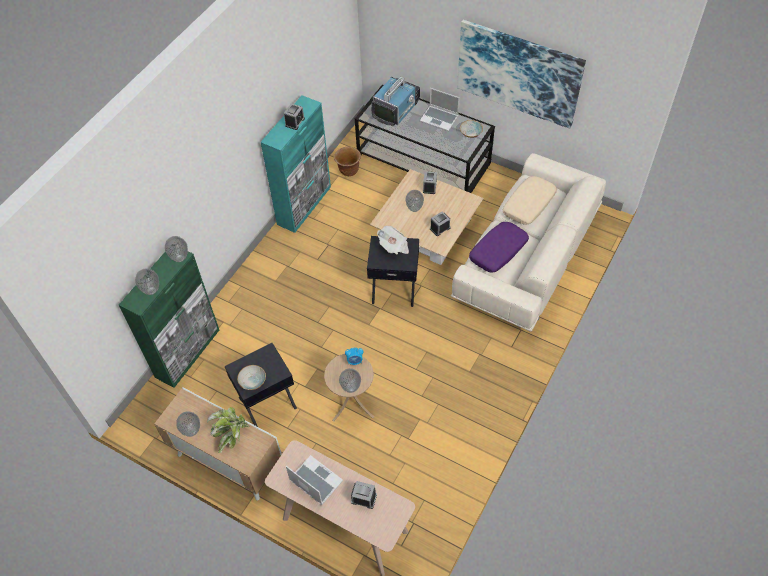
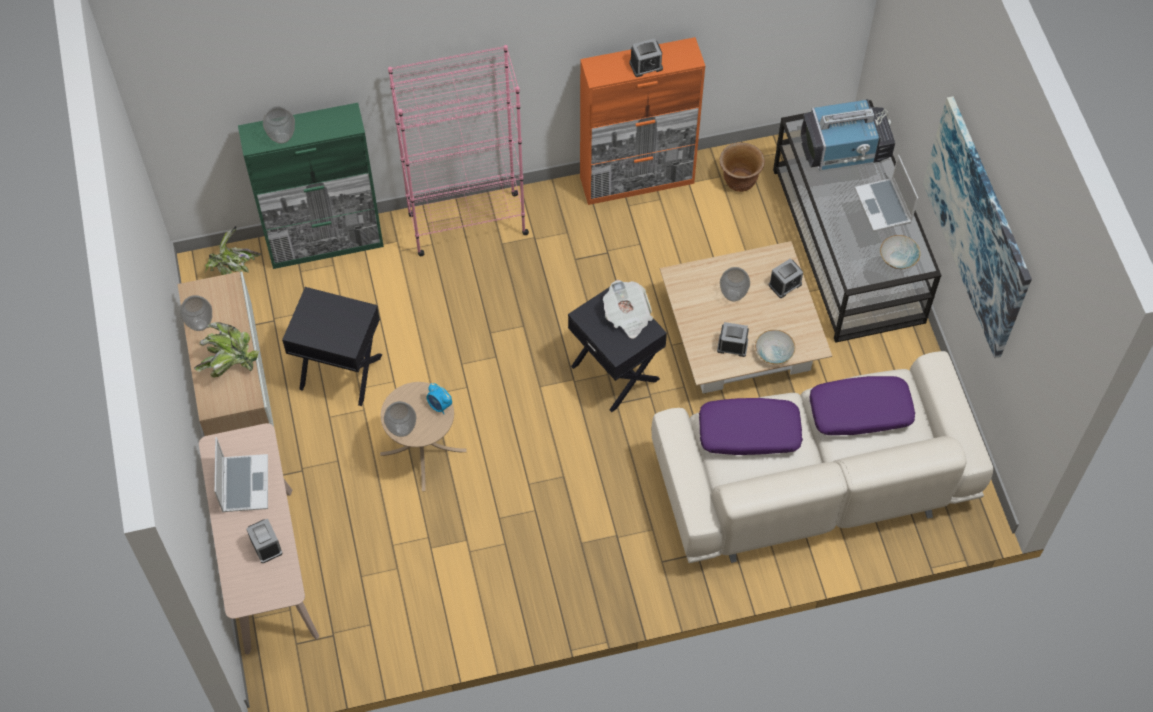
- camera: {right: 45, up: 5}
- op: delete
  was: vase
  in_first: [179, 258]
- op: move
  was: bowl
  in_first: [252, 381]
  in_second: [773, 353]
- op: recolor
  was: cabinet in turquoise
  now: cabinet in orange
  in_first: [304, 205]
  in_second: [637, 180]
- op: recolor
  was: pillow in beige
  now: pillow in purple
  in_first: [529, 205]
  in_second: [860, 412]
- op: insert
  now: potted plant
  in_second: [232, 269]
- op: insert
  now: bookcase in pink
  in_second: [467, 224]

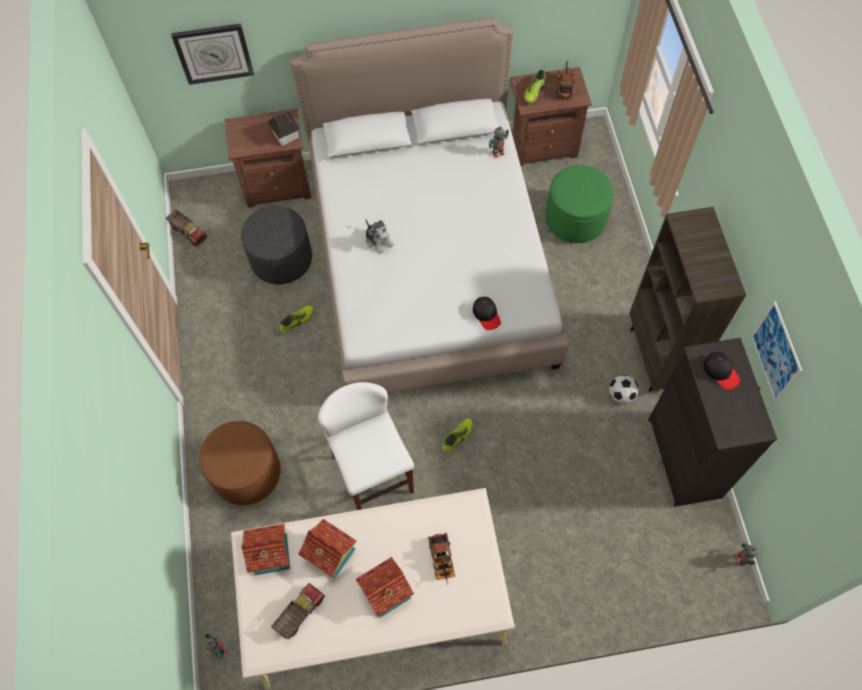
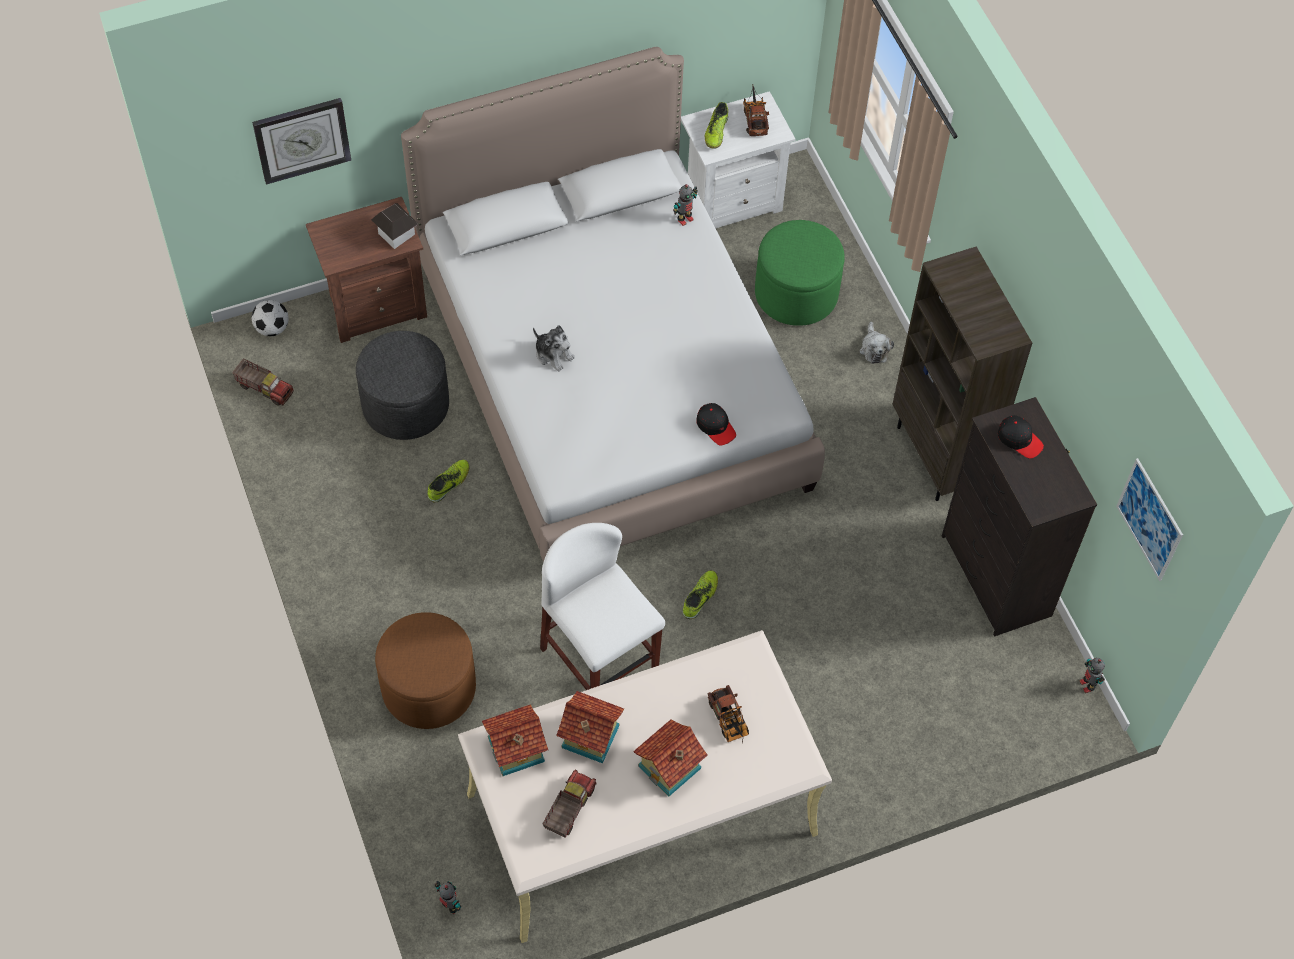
- camera: {right: -15, up: -5}
- op: recolor
  was: nightstand in brown
  now: nightstand in white
  in_first: [543, 145]
  in_second: [732, 200]
- op: move
  was: football
  in_first: [621, 394]
  in_second: [272, 328]
- op: move
  was: picture
  in_first: [776, 352]
  in_second: [1149, 519]
- op: insert
  now: plush toy
  in_second: [874, 348]

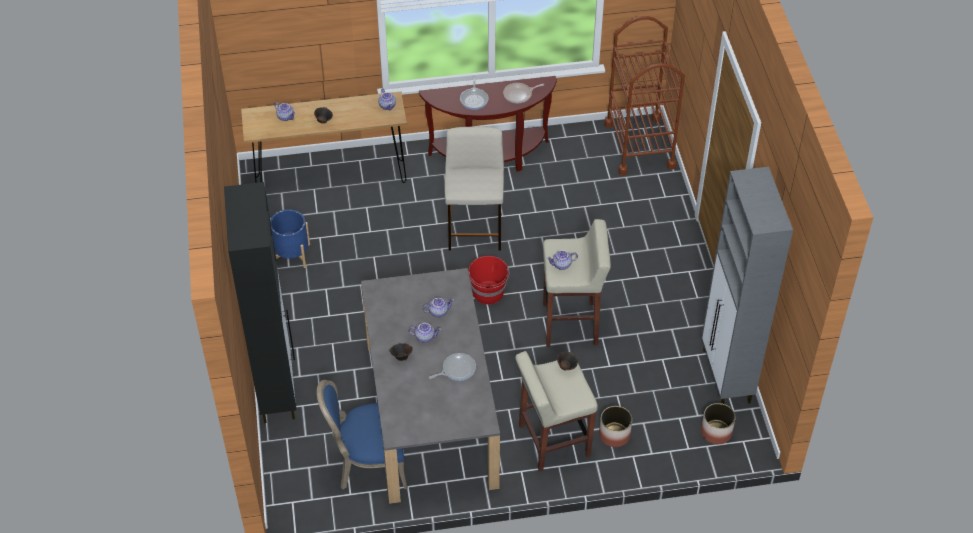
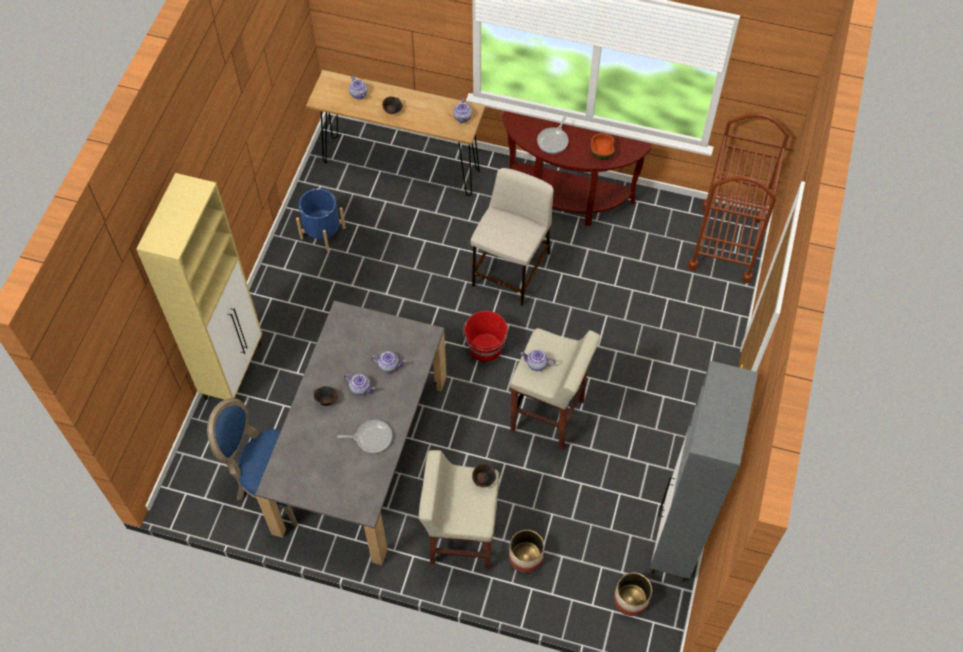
- camera: {right: 25, up: 10}
- op: recolor
  was: cabinet in black
  now: cabinet in beige
  in_first: [277, 390]
  in_second: [234, 370]
- op: replace
  was: frying pan
  now: bowl
  in_first: [519, 95]
  in_second: [602, 152]

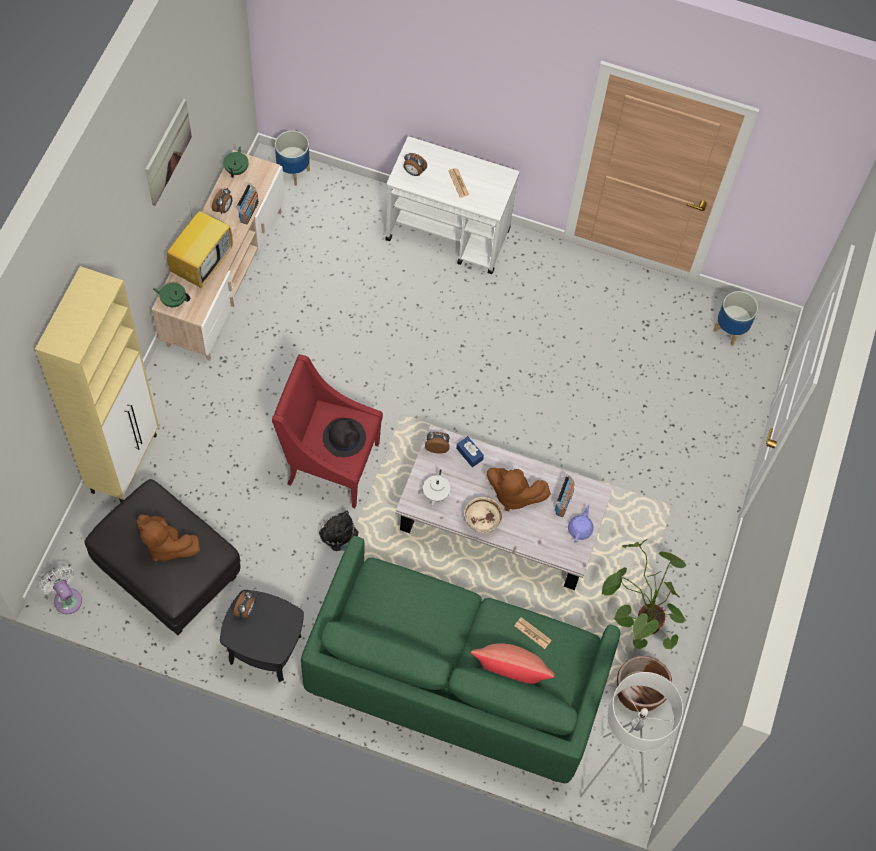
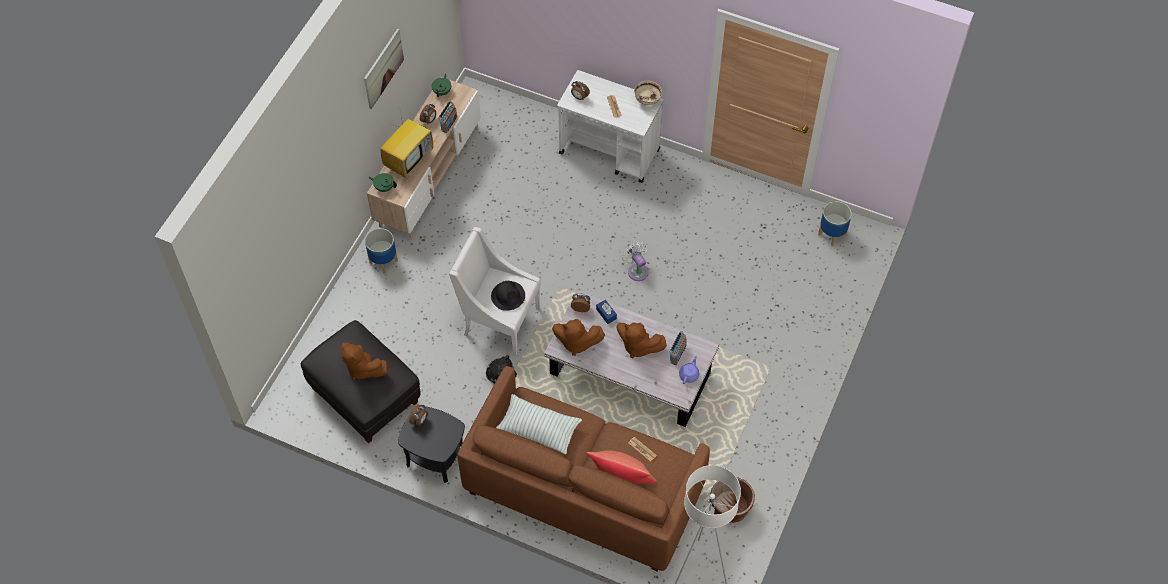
- camera: {right: 10, up: -5}
- op: delete
  was: cabinet in beige
  in_first: [125, 463]
- op: move
  was: fan in white
  in_first: [66, 598]
  in_second: [637, 270]
- op: recolor
  was: armchair in red
  now: armchair in white
  in_first: [329, 464]
  in_second: [499, 321]
- op: move
  was: planter
  in_first: [292, 172]
  in_second: [383, 261]
- op: recolor
  was: sofa in green
  now: sofa in brown
  in_first: [455, 679]
  in_second: [583, 489]
- op: replace
  was: teapot in white
  now: plush toy in brown
  in_first: [435, 494]
  in_second: [576, 342]
- op: move
  was: bowl in beige
  in_first: [482, 522]
  in_second: [647, 101]
- op: delete
  was: potted plant
  in_first: [638, 616]
- op: insert
  now: pillow
  in_second: [539, 429]

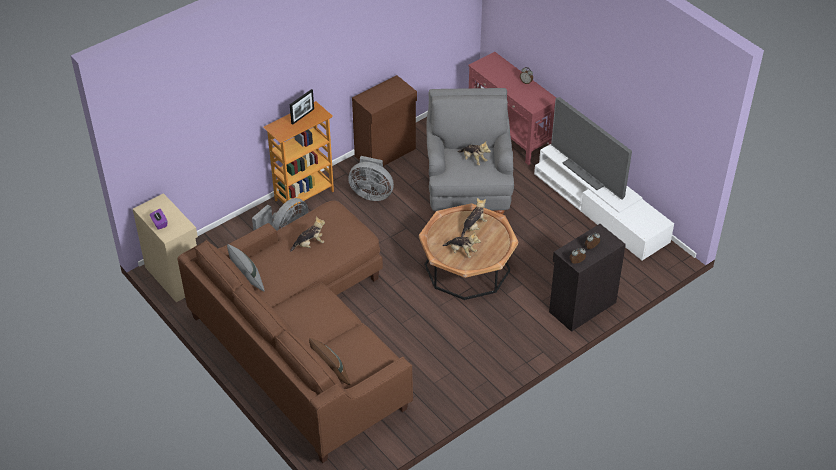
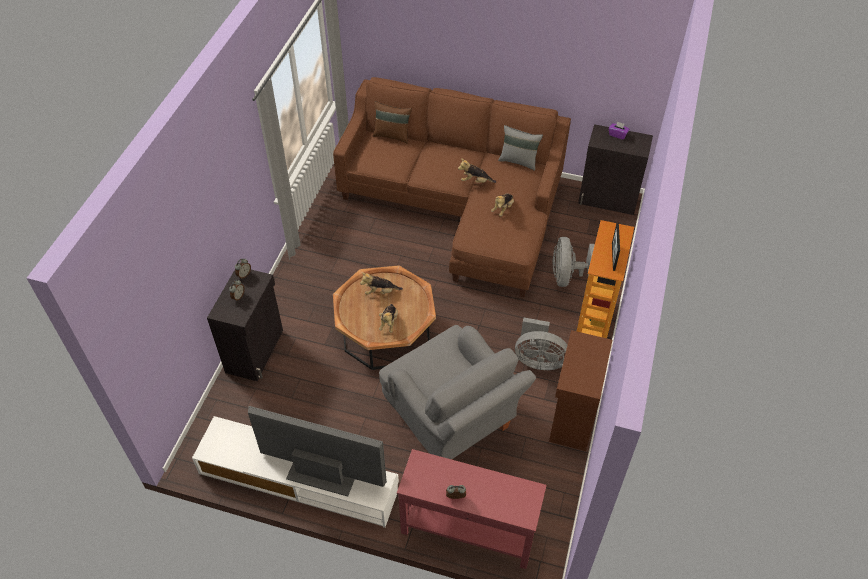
- camera: {right: 145, up: 5}
- op: recolor
  was: cabinet in beige
  now: cabinet in black
  in_first: [175, 276]
  in_second: [608, 199]
- op: rotate
  was: fan in grey
  in_first: [371, 193]
  in_second: [538, 360]
  clockwise: -150
- op: move
  was: plush toy
  in_first: [473, 160]
  in_second: [475, 181]

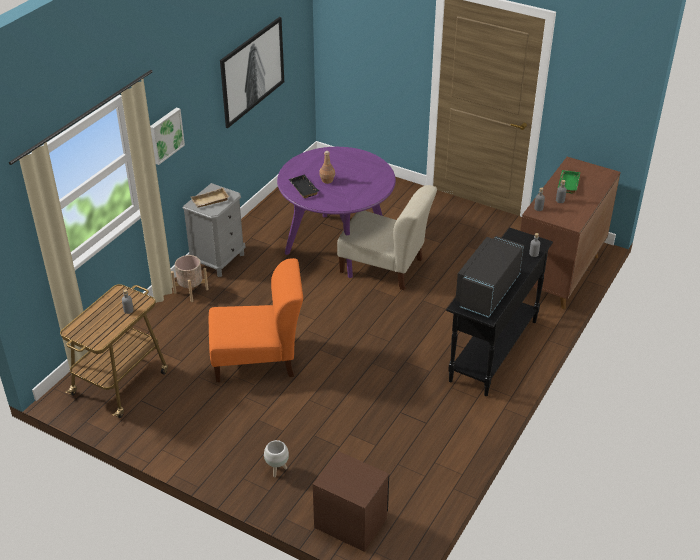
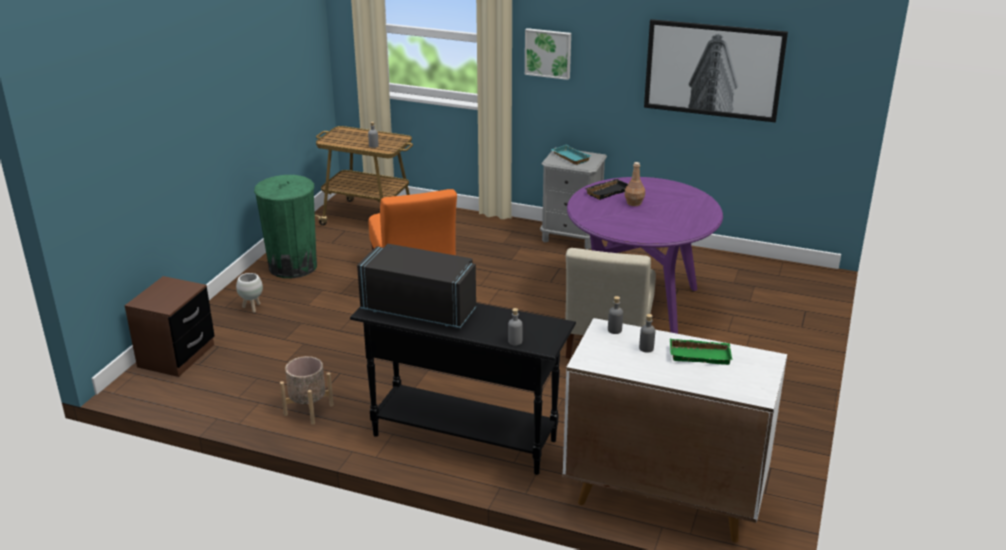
- camera: {right: 80, up: -10}
- op: move
  was: planter in beige
  in_first: [191, 291]
  in_second: [308, 410]
- op: recolor
  was: tray in beige
  now: tray in turquoise
  in_first: [210, 201]
  in_second: [569, 157]
- op: recolor
  was: cabinet in brown
  now: cabinet in white
  in_first: [558, 275]
  in_second: [662, 496]
- op: insert
  now: trash can in green
  in_second: [293, 266]

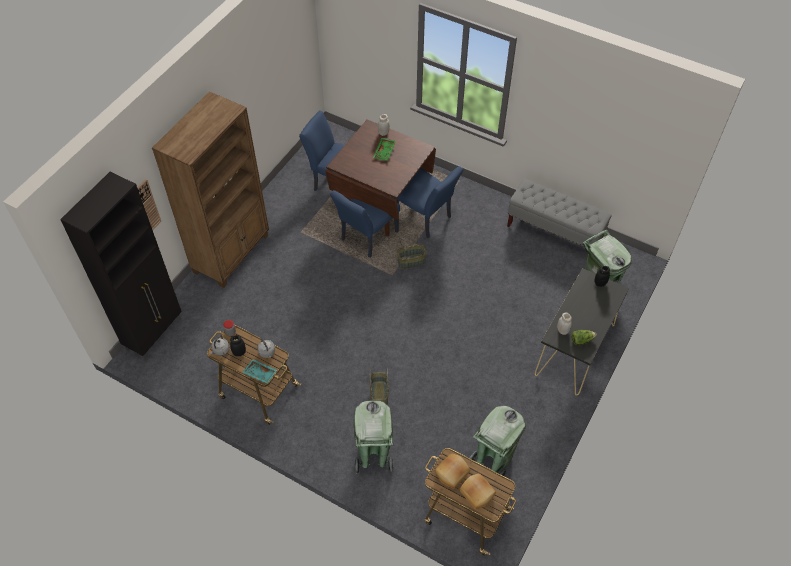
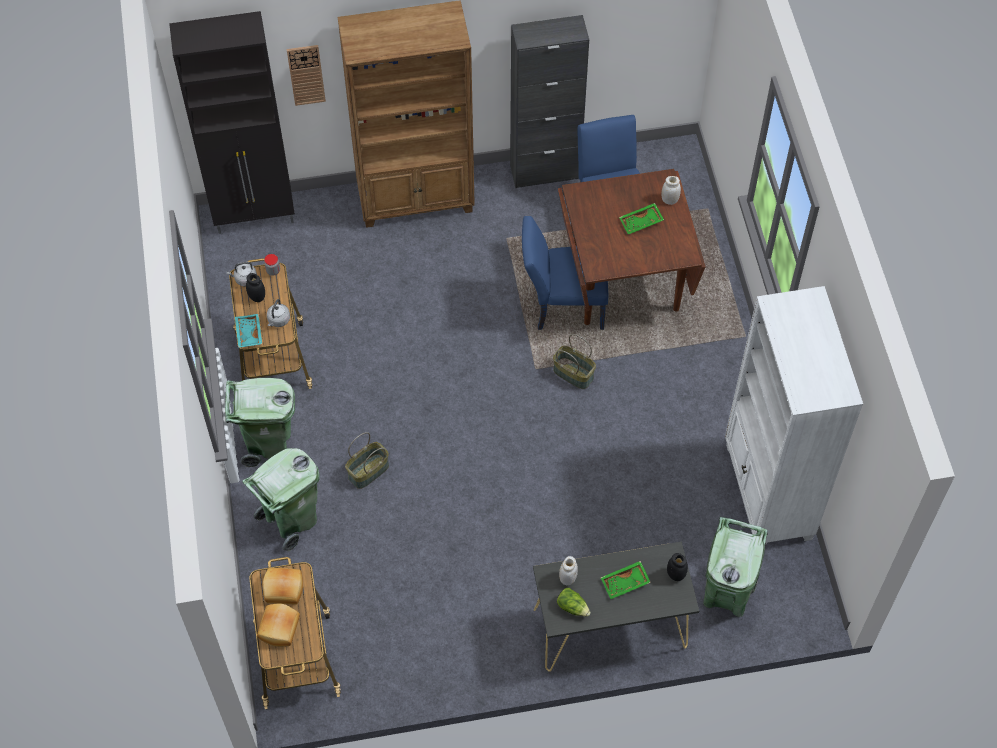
- camera: {right: 50, up: 5}
- op: delete
  was: chair in blue
  in_first: [426, 219]
- op: move
  was: trash can in green
  in_first: [493, 460]
  in_second: [268, 444]
- op: replace
  was: bench in grey
  now: bookcase in white
  in_first: [554, 233]
  in_second: [767, 492]
- op: insert
  now: cabinet in black
  in_second: [545, 172]
- op: insert
  now: tray in green
  in_second: [625, 583]

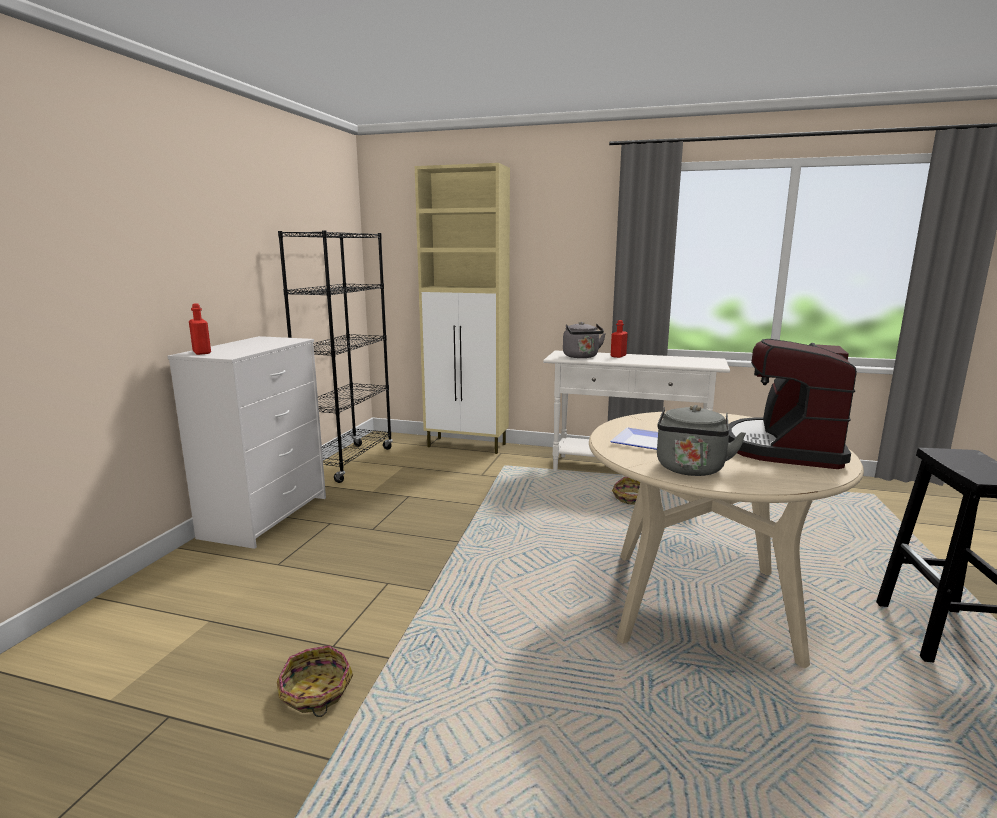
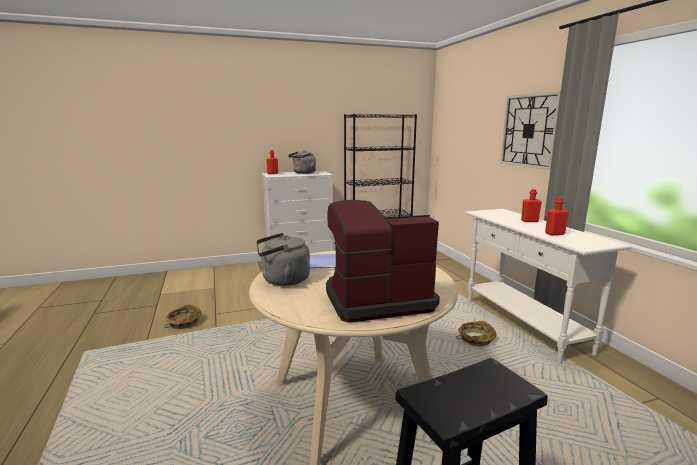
- camera: {right: 55, up: 0}
- op: delete
  was: cabinet in beige
  in_first: [468, 445]
- op: move
  was: kettle in grey
  in_first: [581, 357]
  in_second: [303, 173]
- op: insert
  now: wall clock
  in_second: [529, 131]
- op: insert
  now: bottle in red
  in_second: [554, 234]

